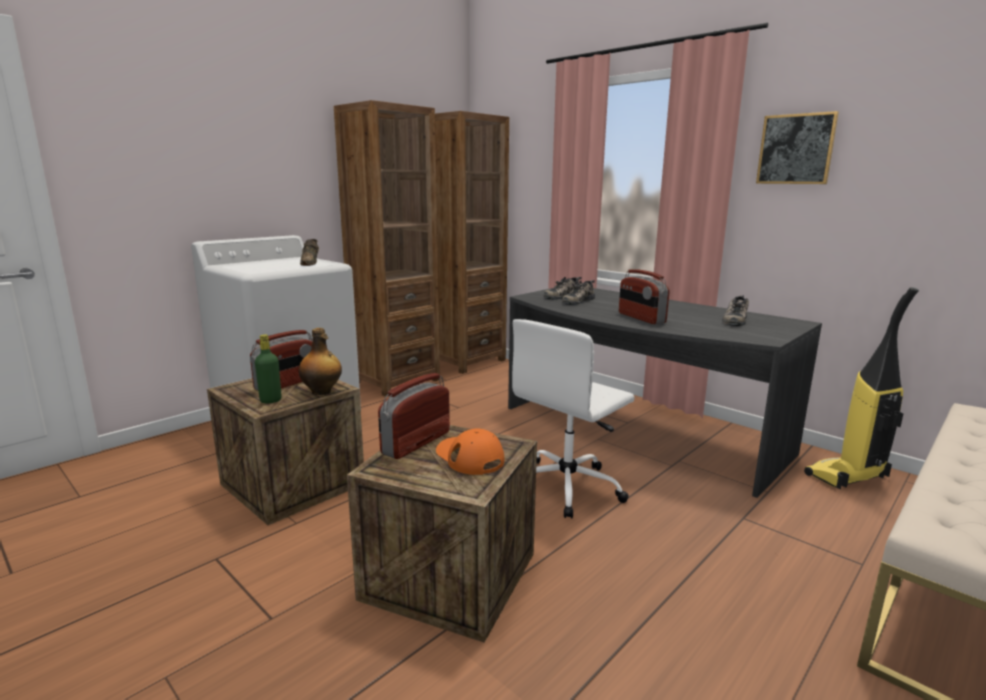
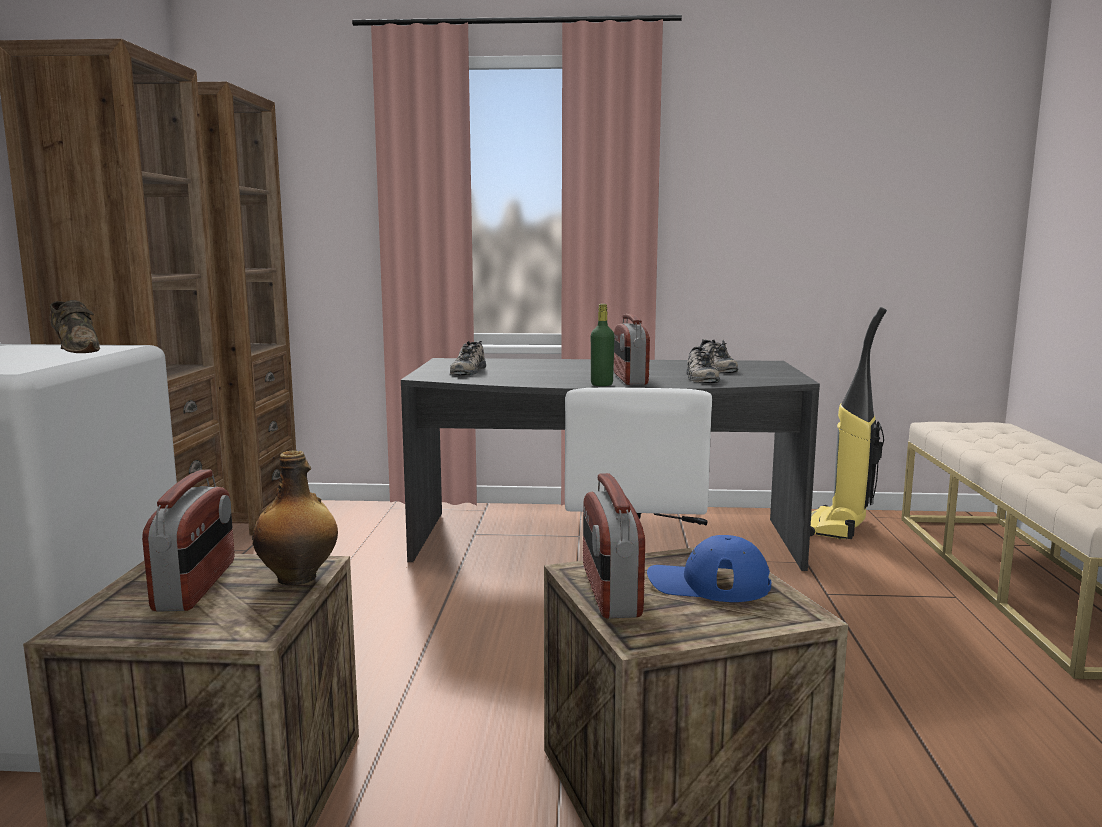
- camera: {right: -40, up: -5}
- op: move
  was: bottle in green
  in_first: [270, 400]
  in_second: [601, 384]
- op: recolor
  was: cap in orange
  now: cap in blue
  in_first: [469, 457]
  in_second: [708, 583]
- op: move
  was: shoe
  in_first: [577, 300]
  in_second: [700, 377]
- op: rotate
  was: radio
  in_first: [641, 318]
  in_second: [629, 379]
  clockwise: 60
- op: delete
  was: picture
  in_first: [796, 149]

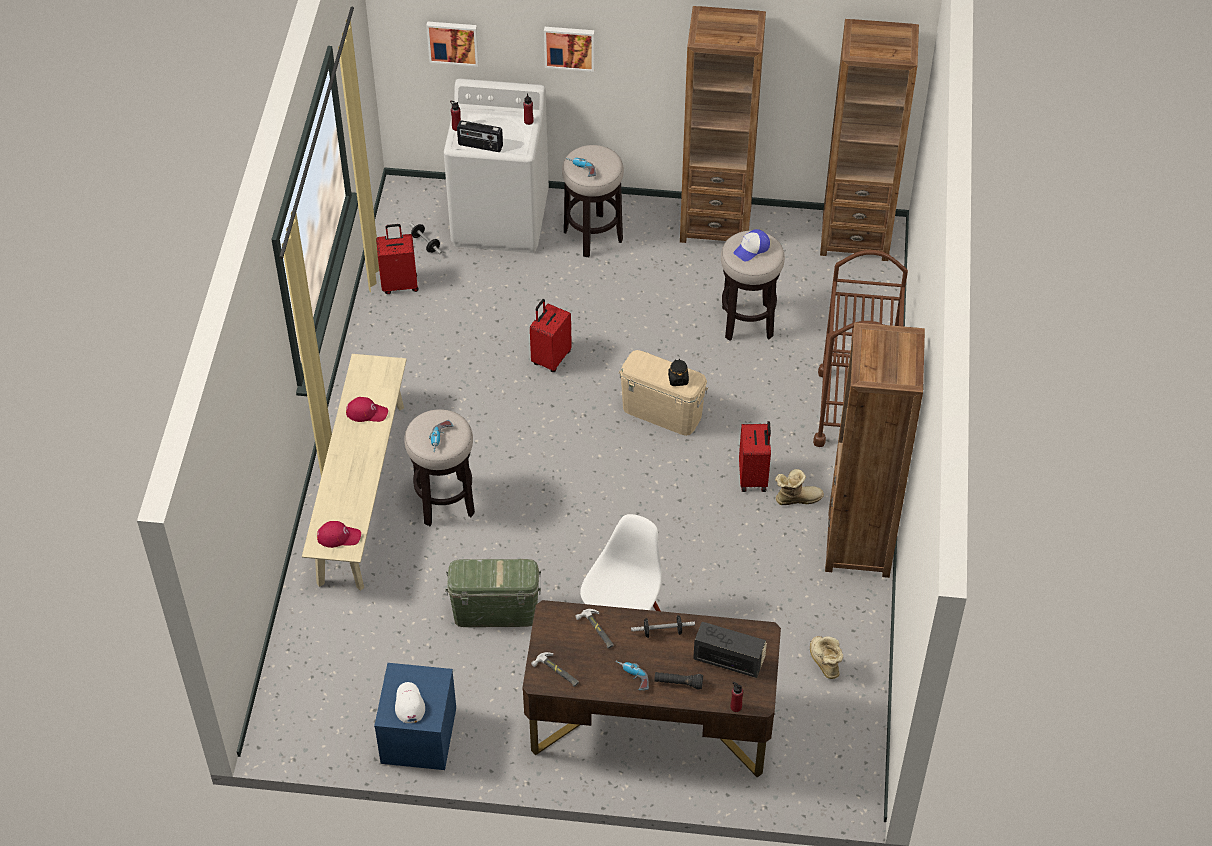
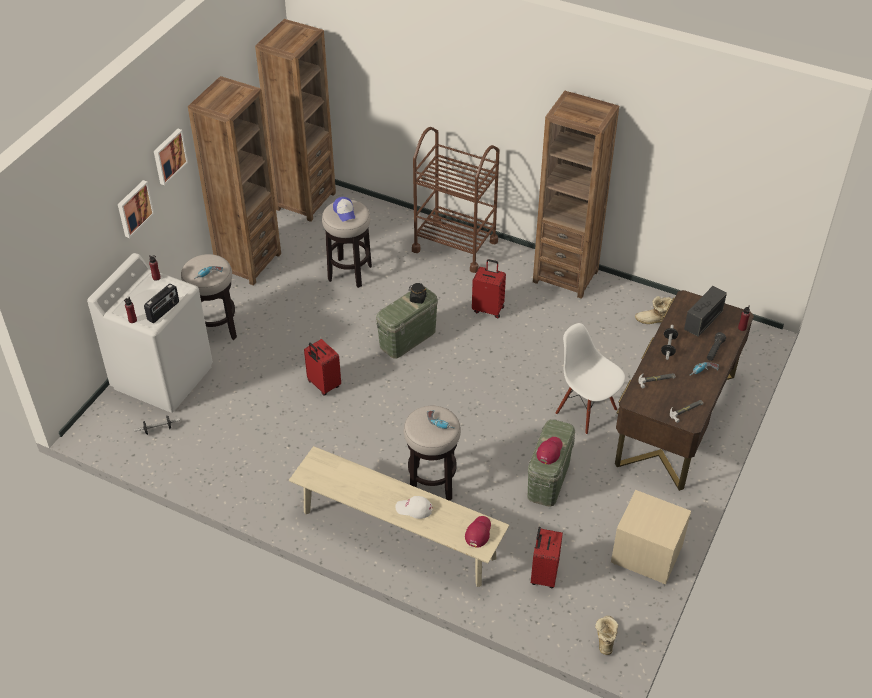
- camera: {right: -70, up: -5}
- op: move
  was: cap in red
  in_first: [367, 412]
  in_second: [549, 451]
- op: recolor
  was: nightstand in blue
  now: nightstand in beige
  in_first: [418, 736]
  in_second: [647, 554]
- op: move
  was: suitcase in red
  in_first: [400, 284]
  in_second: [543, 574]
- op: move
  was: cap in white
  in_first: [409, 704]
  in_second: [414, 509]
- op: move
  was: picture
  in_first: [453, 42]
  in_second: [169, 156]
- op: recolor
  was: storage box in beige
  now: storage box in green
  in_first: [662, 412]
  in_second: [407, 338]
- op: move
  was: boot
  in_first: [796, 498]
  in_second: [604, 639]

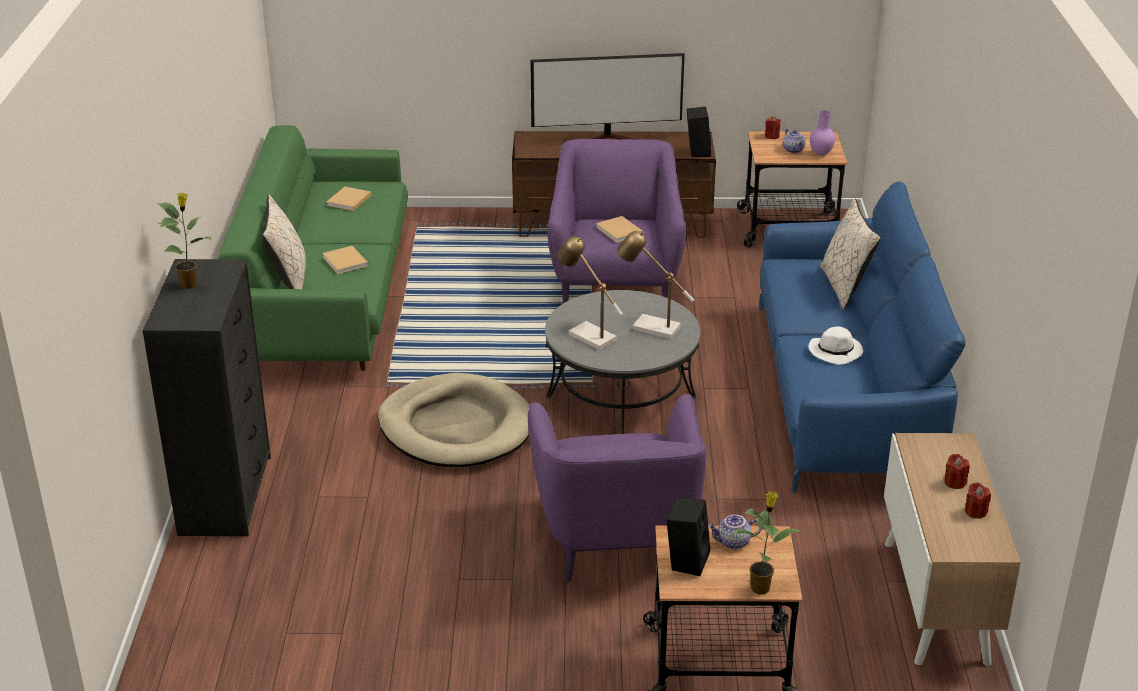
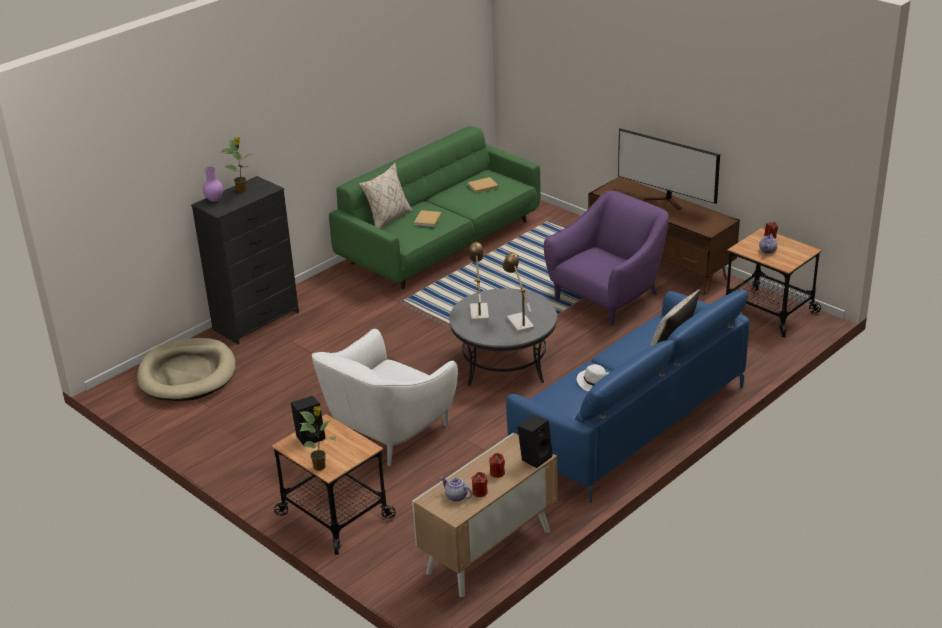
- camera: {right: 45, up: 0}
- op: move
  was: dog bed in beige
  in_first: [456, 427]
  in_second: [187, 374]
- op: recolor
  was: armchair in purple
  now: armchair in white
  in_first: [617, 537]
  in_second: [387, 431]
- op: delete
  was: book in beige
  in_first: [619, 231]
- op: move
  was: speaker in black
  in_first: [697, 151]
  in_second: [535, 457]
- op: move
  was: teapot
  in_first: [733, 543]
  in_second: [456, 497]
- op: move
  was: vase in purple
  in_first: [820, 153]
  in_second: [214, 200]

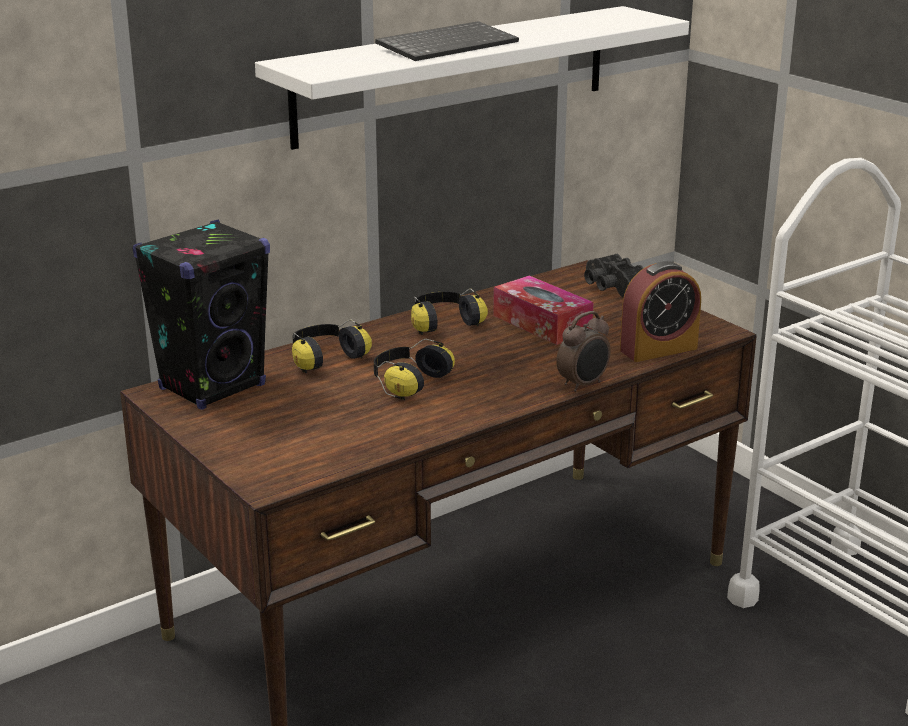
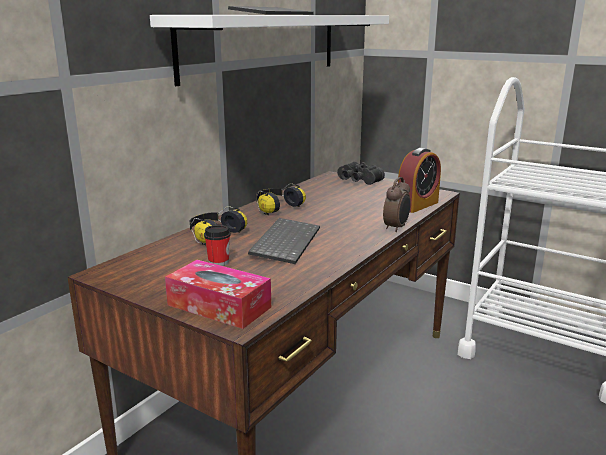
- camera: {right: -20, up: -5}
- op: delete
  was: speaker in black
  in_first: [213, 387]
- op: replace
  was: headphones
  now: keyboard
  in_first: [408, 383]
  in_second: [285, 242]
- op: move
  was: tissue box
  in_first: [542, 323]
  in_second: [219, 306]
- op: insert
  now: cup
  in_second: [218, 262]

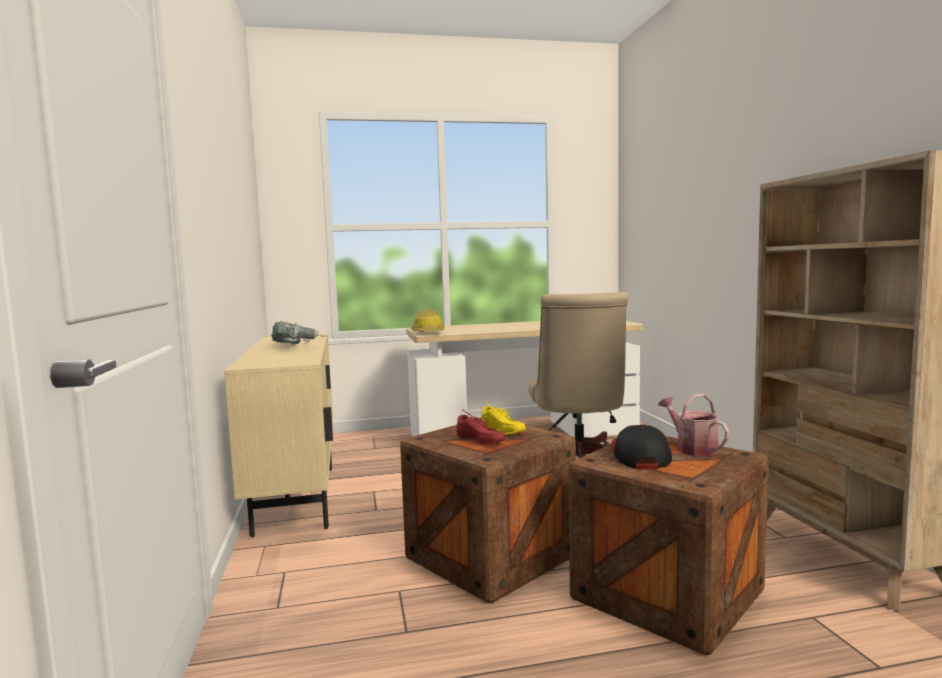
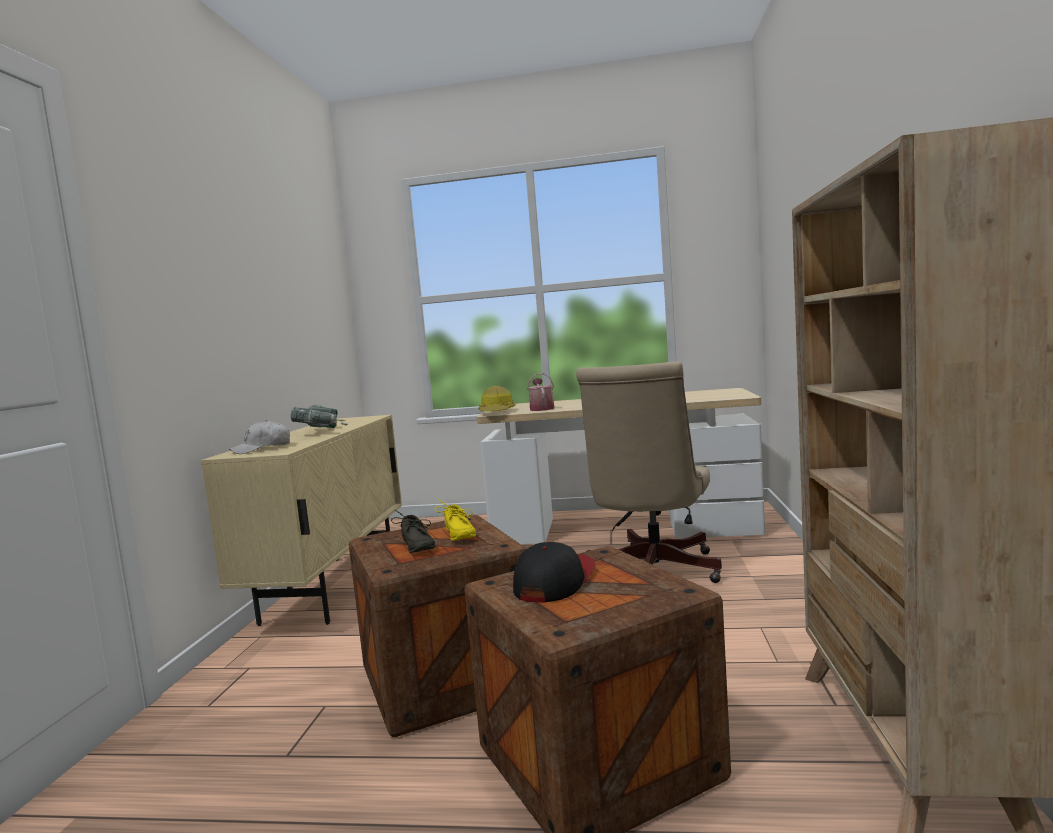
- camera: {right: 20, up: 0}
- op: recolor
  was: shoe in red
  now: shoe in grey
  in_first: [478, 441]
  in_second: [415, 546]
- op: move
  was: watering can
  in_first: [692, 448]
  in_second: [541, 408]
- op: insert
  now: cap in white
  in_second: [262, 449]

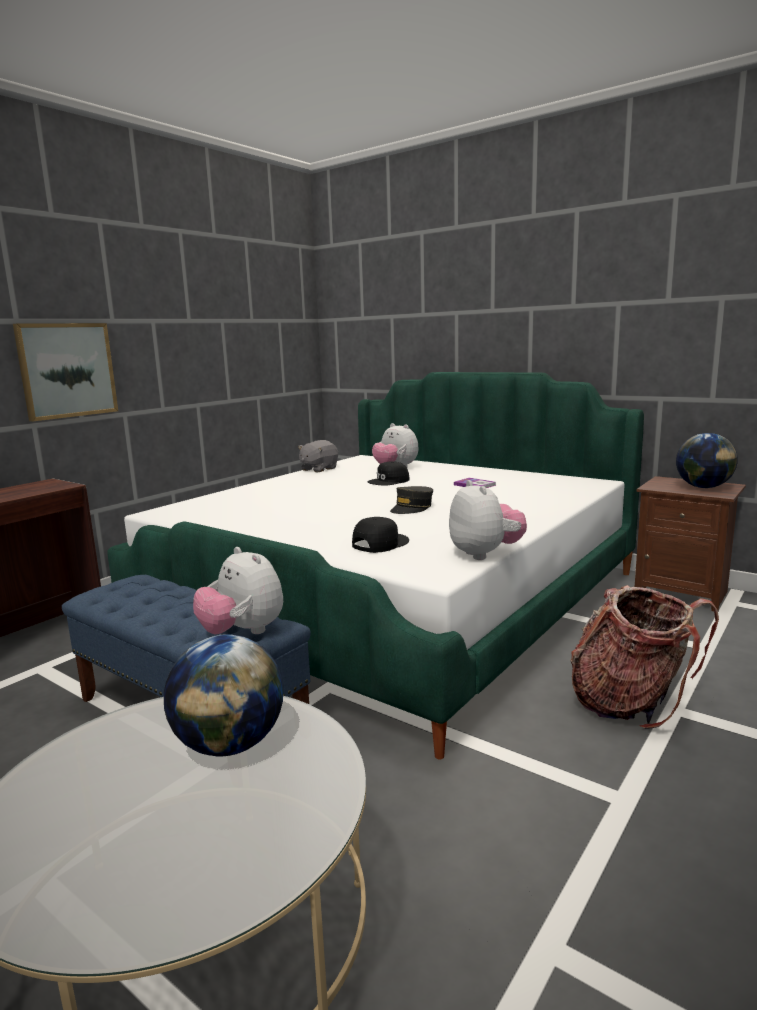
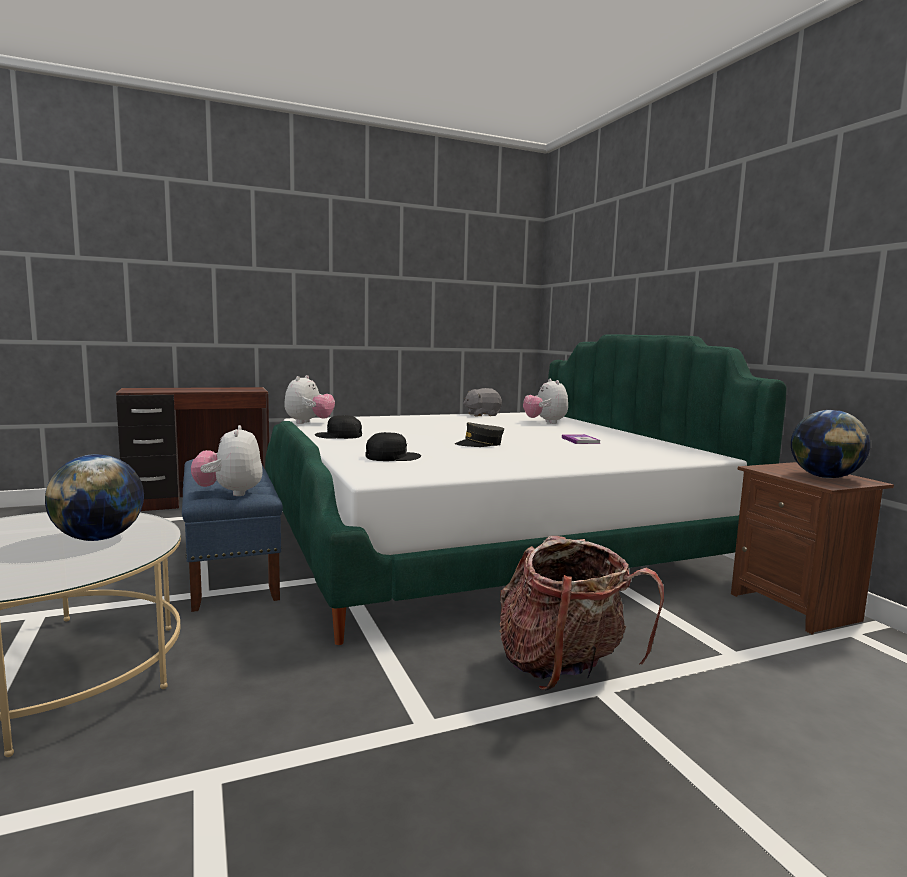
- camera: {right: 30, up: -5}
- op: delete
  was: picture
  in_first: [67, 370]
- op: move
  was: cap in black
  in_first: [389, 481]
  in_second: [339, 435]
- op: move
  was: plush toy
  in_first: [485, 554]
  in_second: [309, 423]

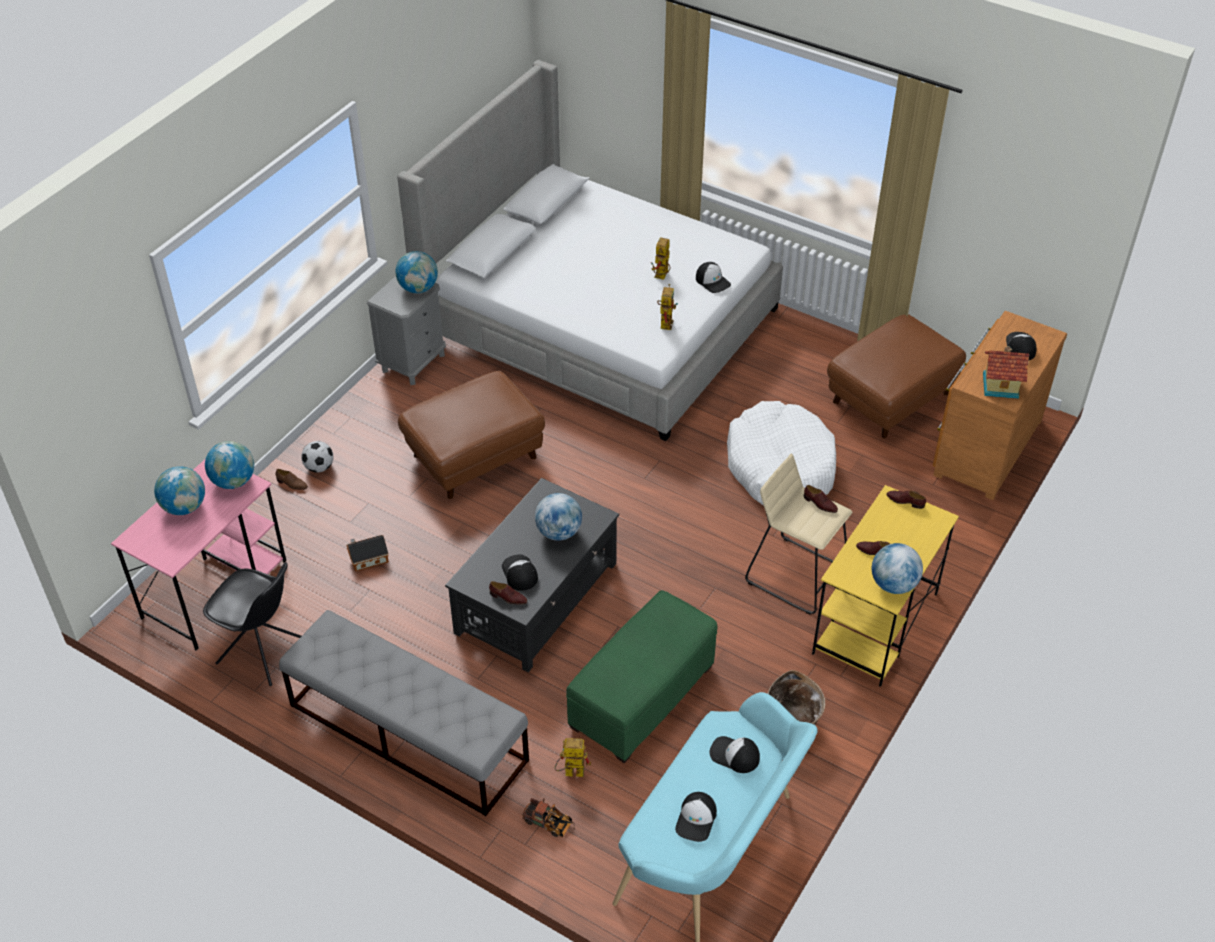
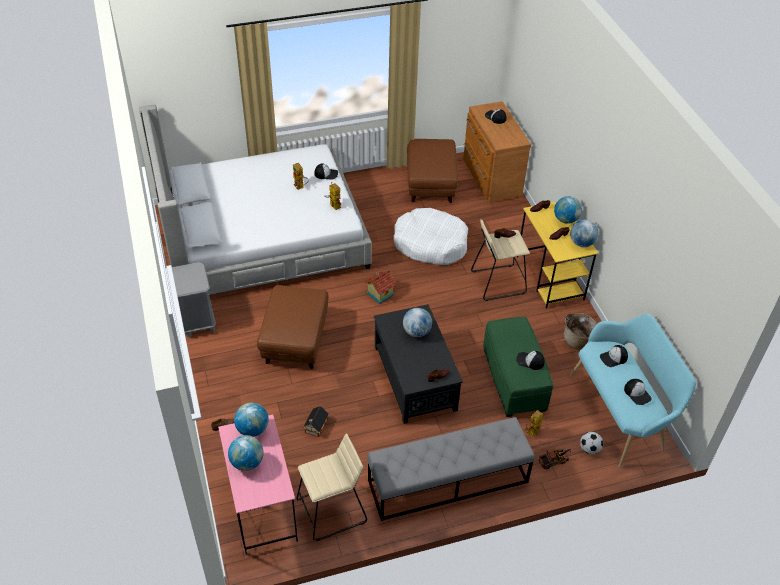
- camera: {right: -50, up: 0}
- op: replace
  was: chair in black
  now: stool in beige
  in_first: [263, 652]
  in_second: [331, 511]
- op: move
  was: football
  in_first: [319, 467]
  in_second: [589, 449]
- op: move
  was: globe
  in_first: [418, 288]
  in_second: [566, 220]
- op: move
  was: cap
  in_first: [519, 573]
  in_second: [530, 361]
- op: move
  was: toy house
  in_first: [1000, 384]
  in_second: [379, 293]

